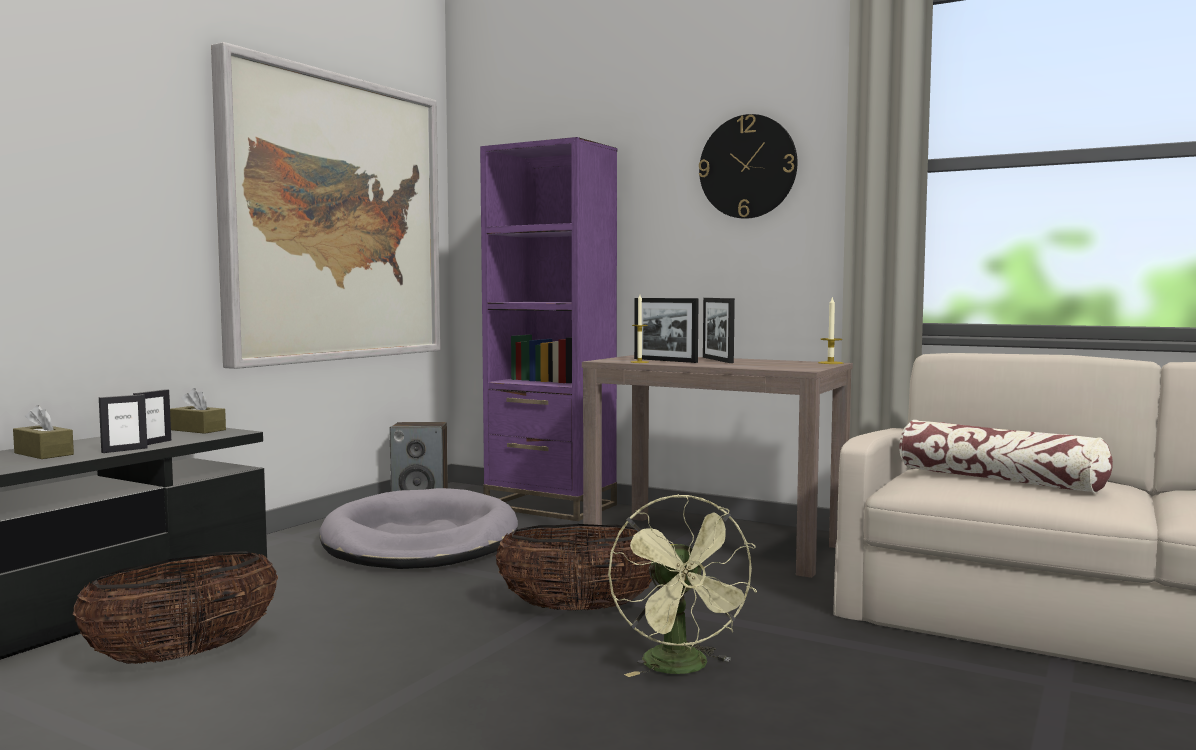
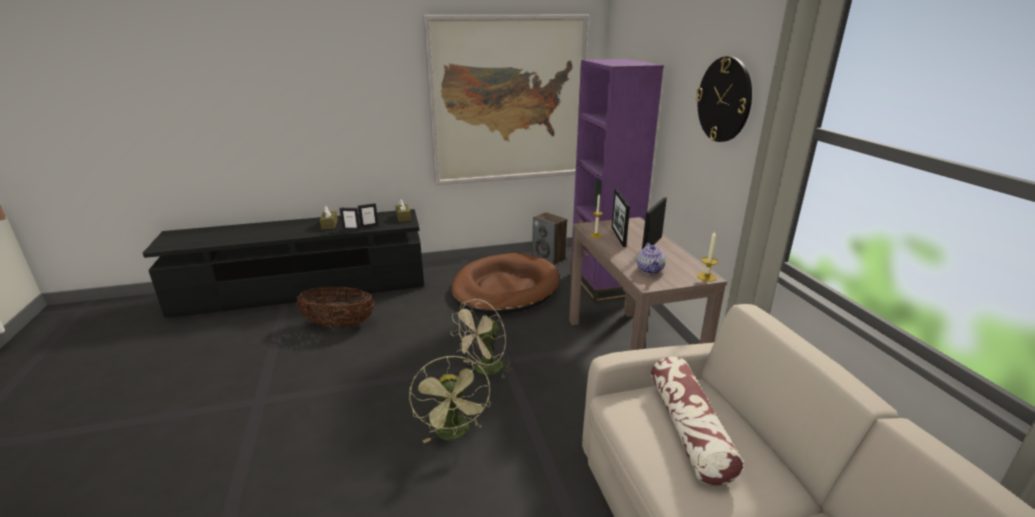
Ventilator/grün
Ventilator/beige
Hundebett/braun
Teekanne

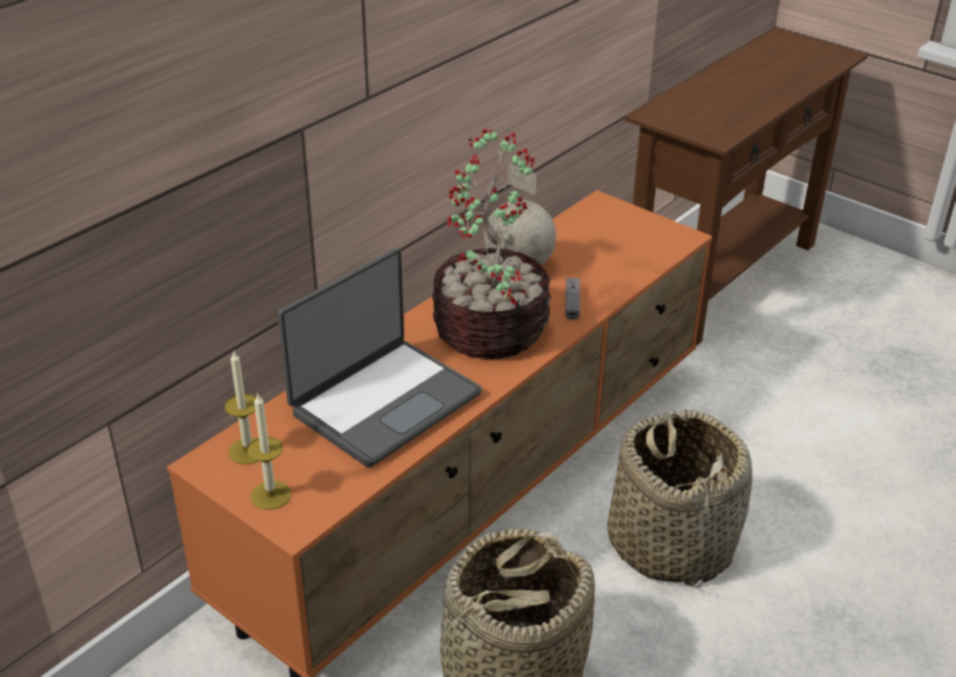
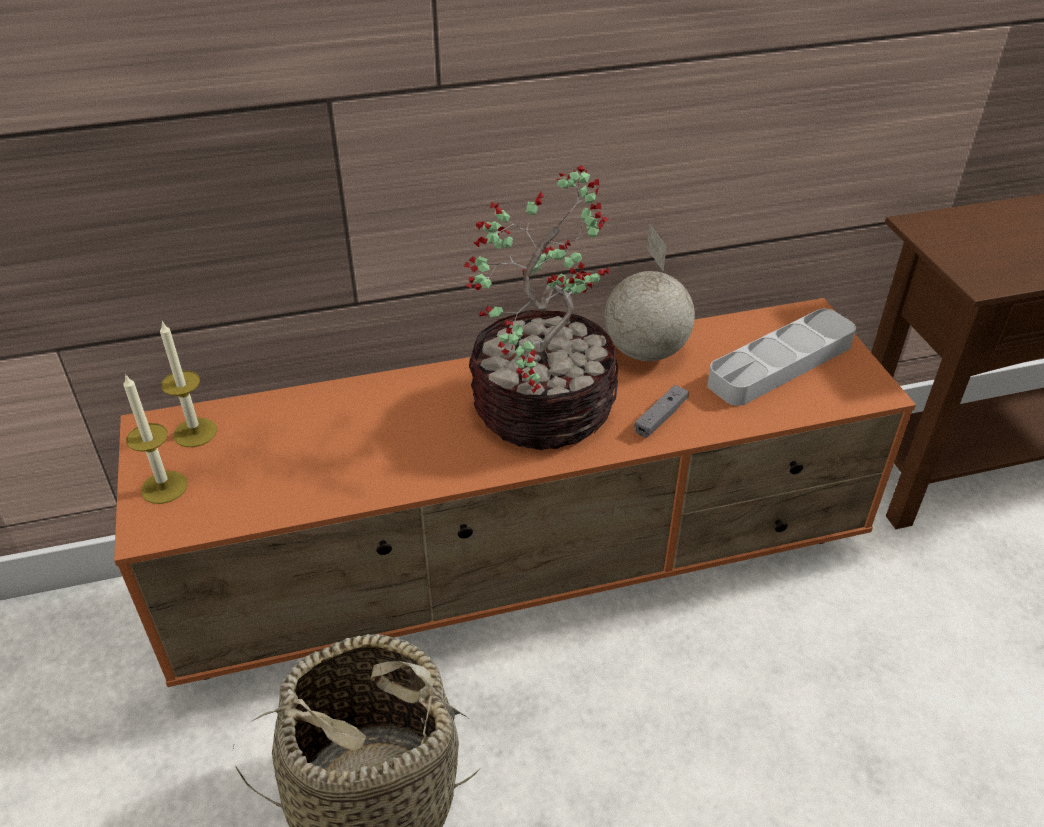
Tablett/grau
Laptop
Korb (2nd from left in the first image)

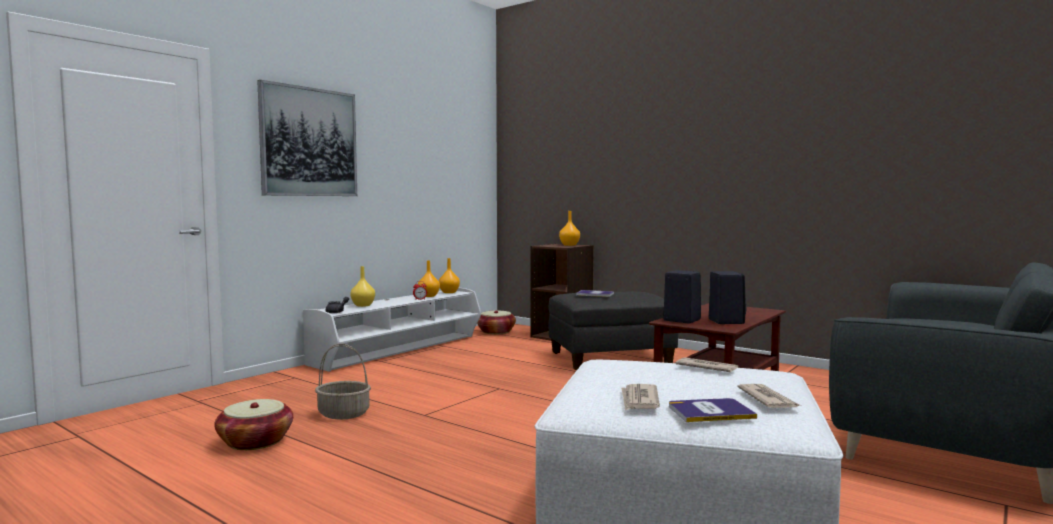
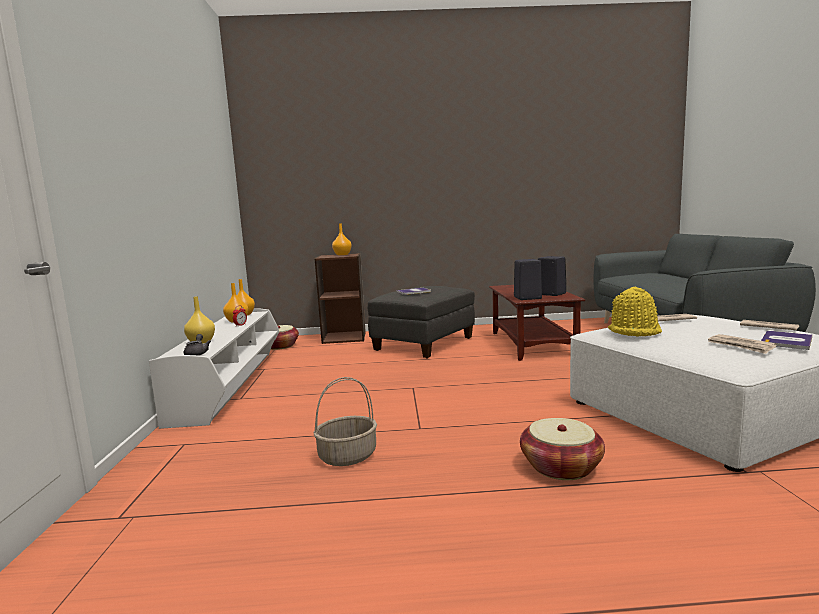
Korb (3rd from left)
Hut/gelb
Bild

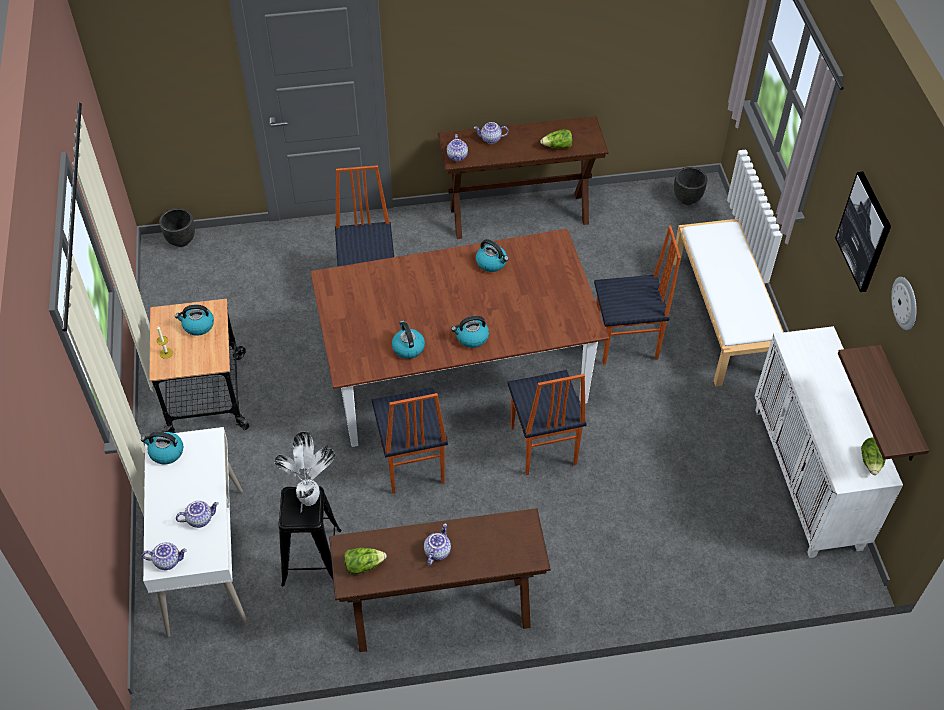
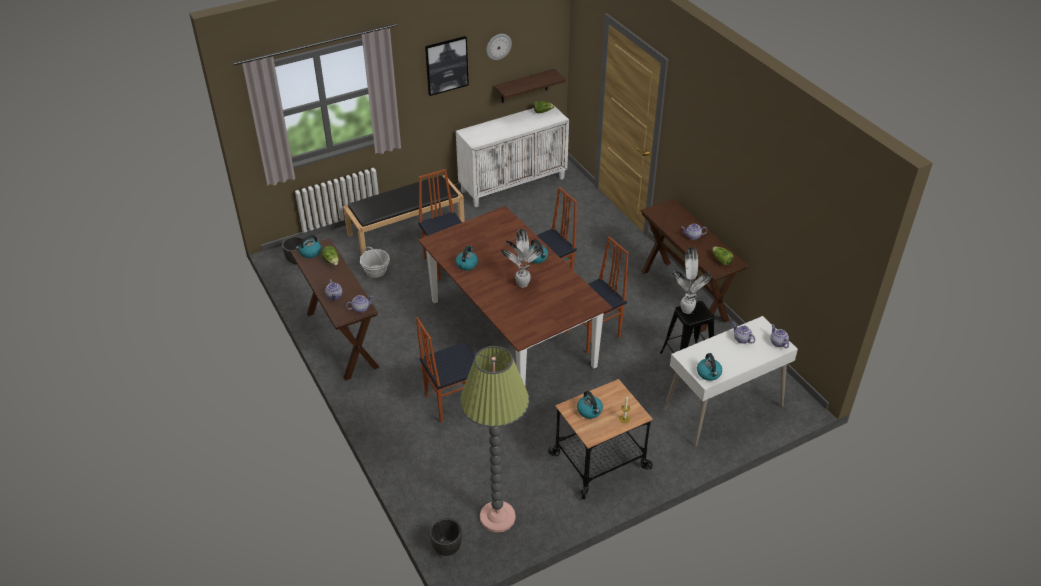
Wasserkessel (1st from left)
Bank/schwarz
Korb
Stehlampe
Topfpflanze (1st from left)

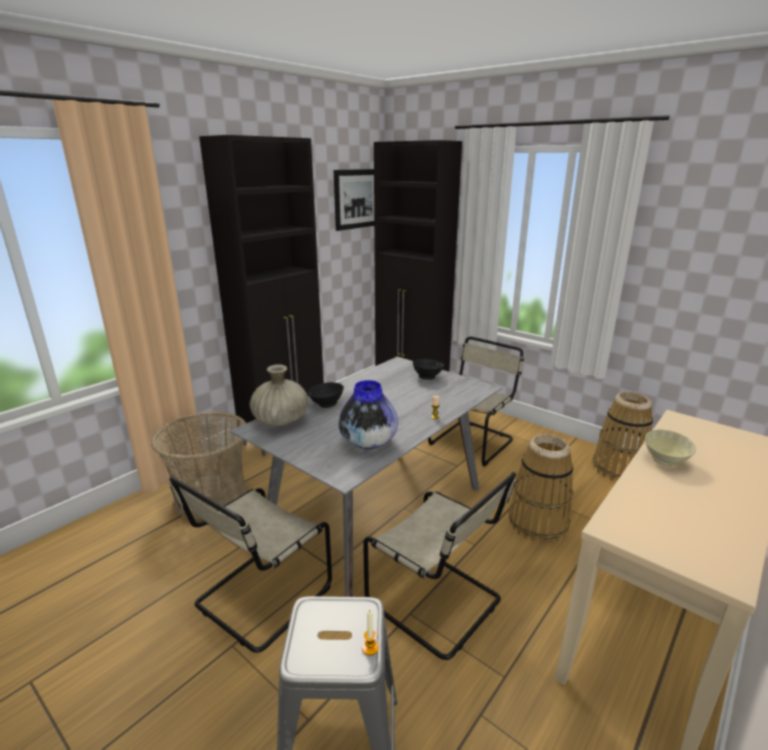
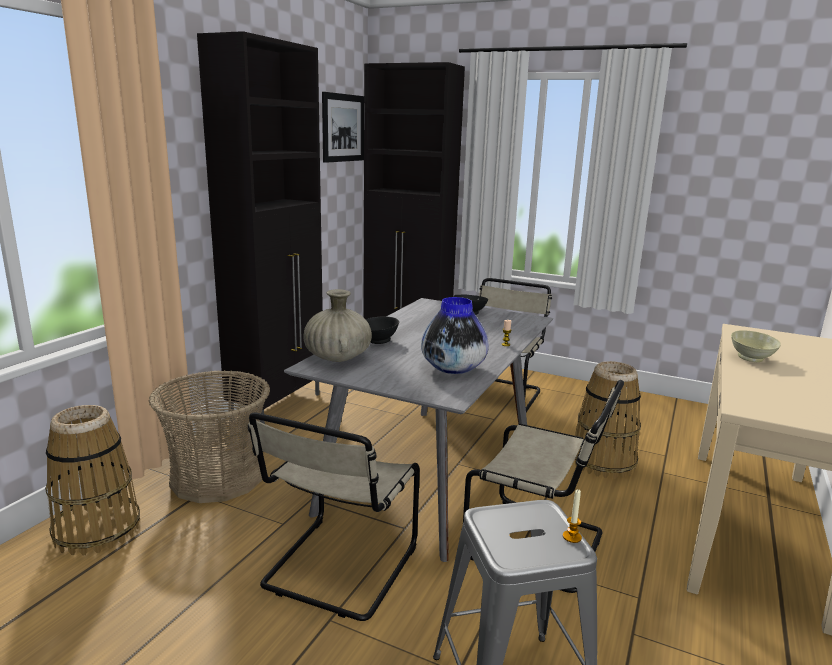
Korb (1st from left)

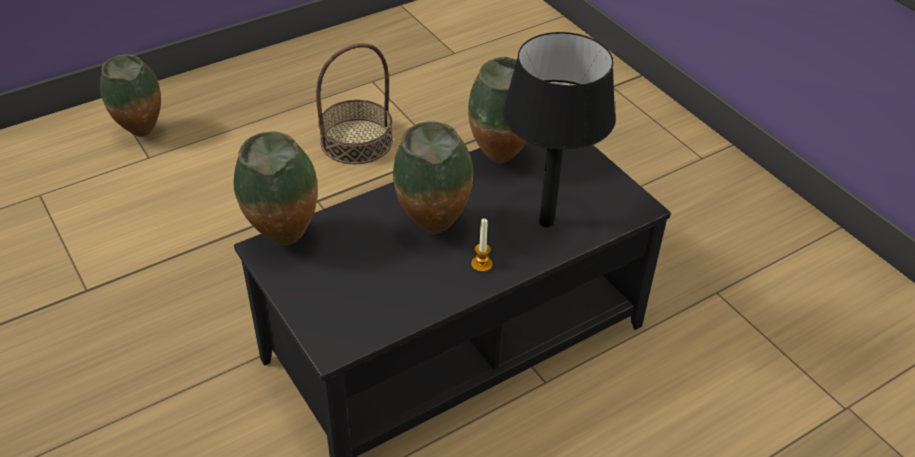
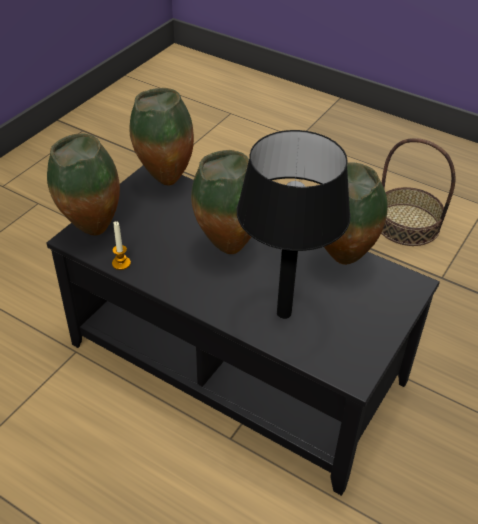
Vase (1st from left)
Kerze

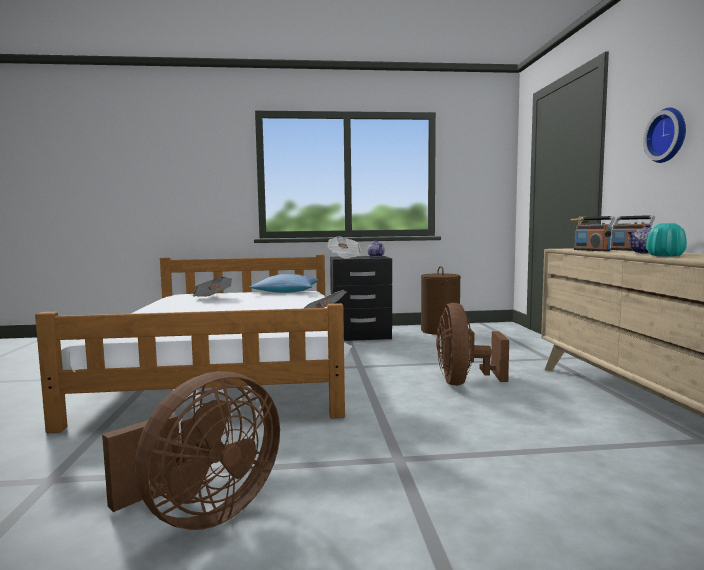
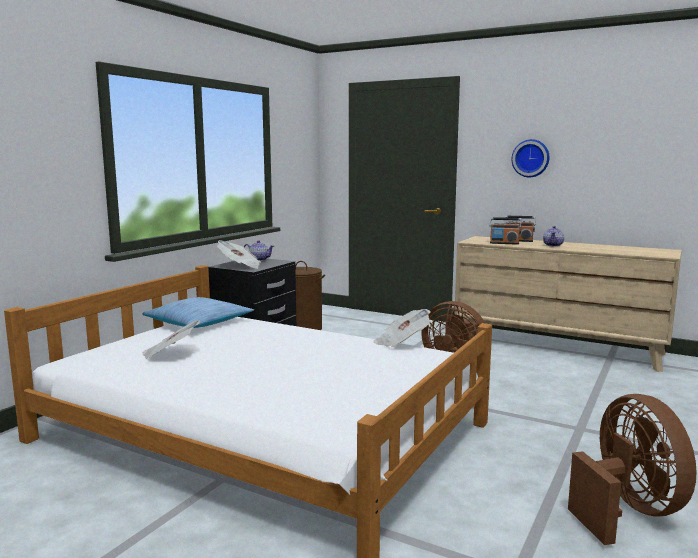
Vase/türkis

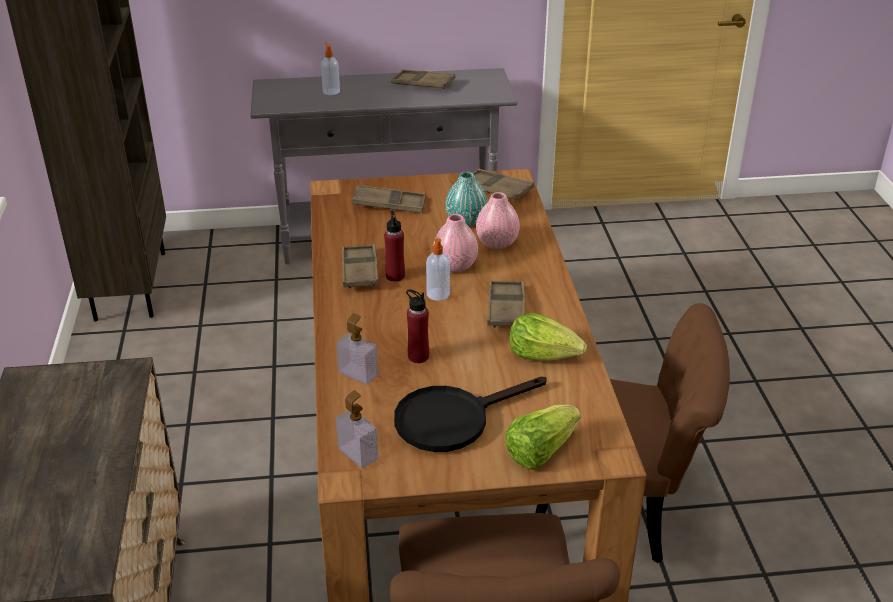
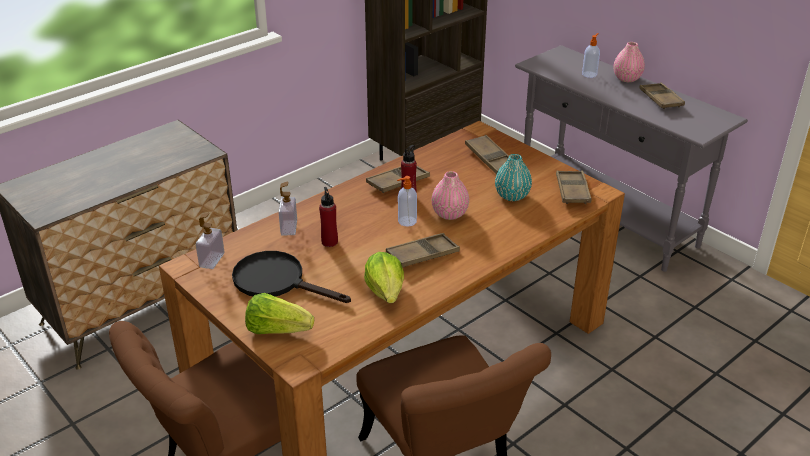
Vase/rosa (2nd from left)

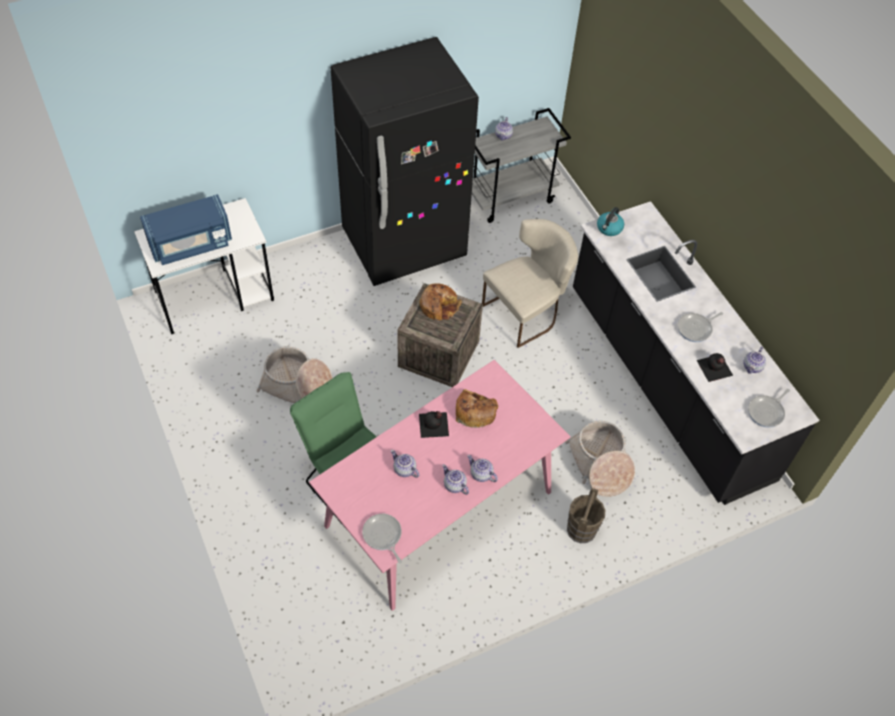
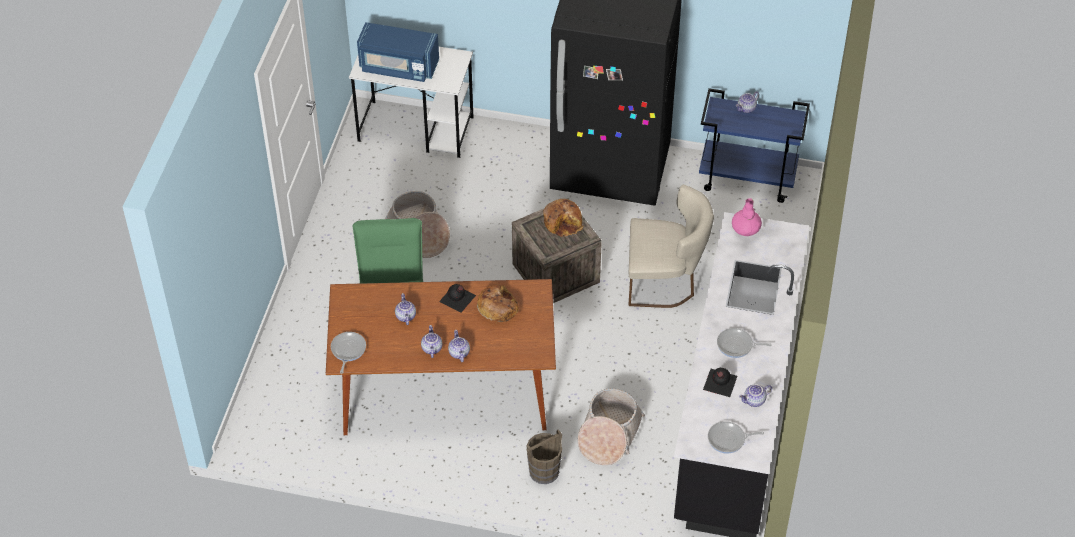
Esstisch/braun
Rollwagen/blau
Vase/rosa

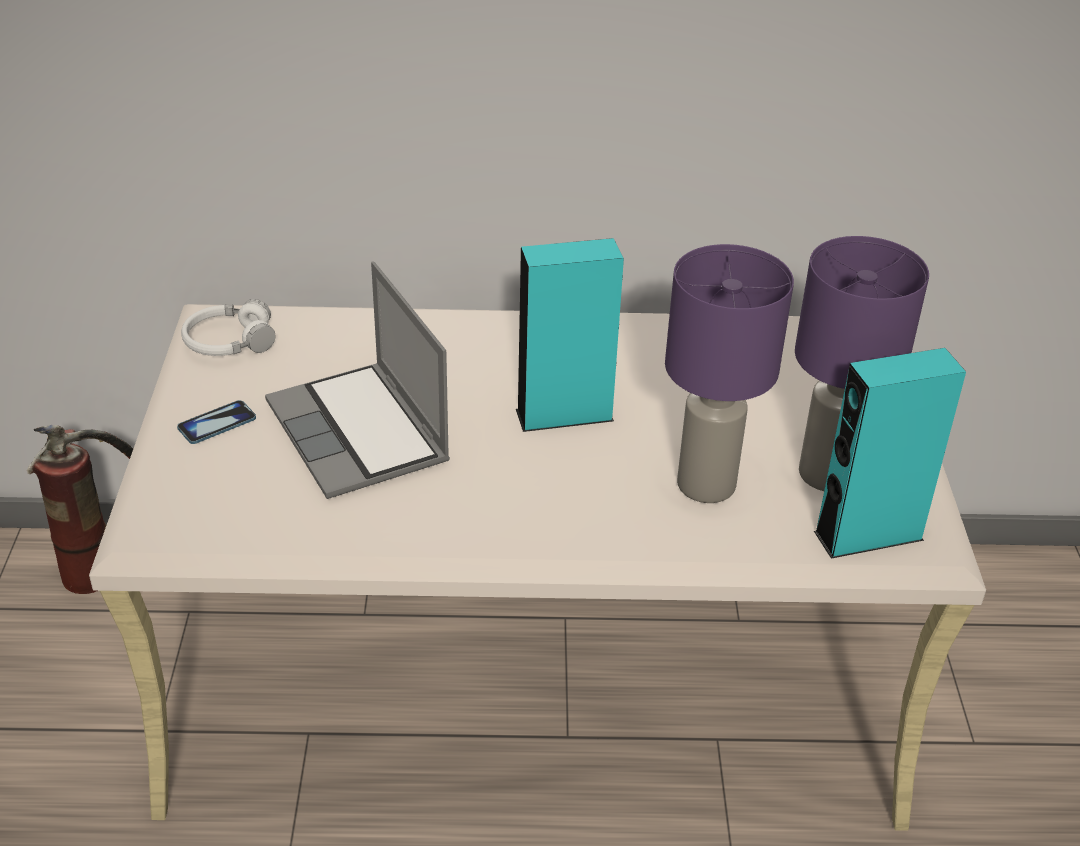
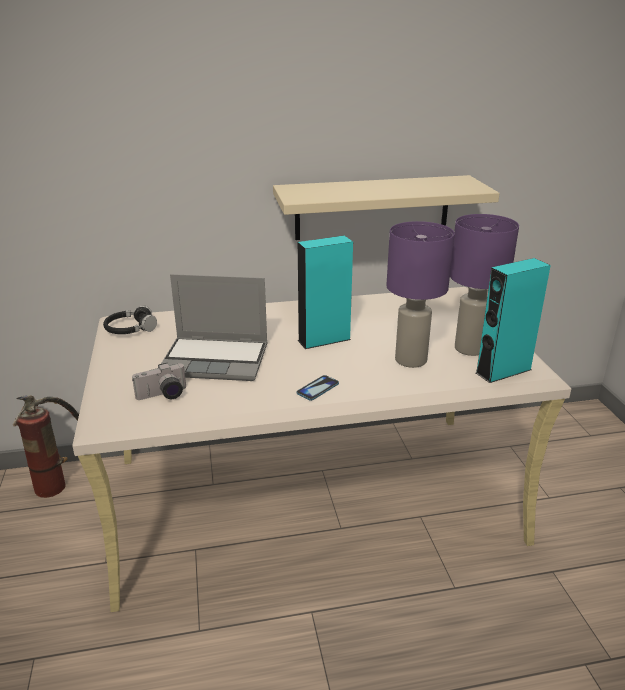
Kopfhörer/schwarz
Kamera
Laptop
Wandregal/beige
Handy

